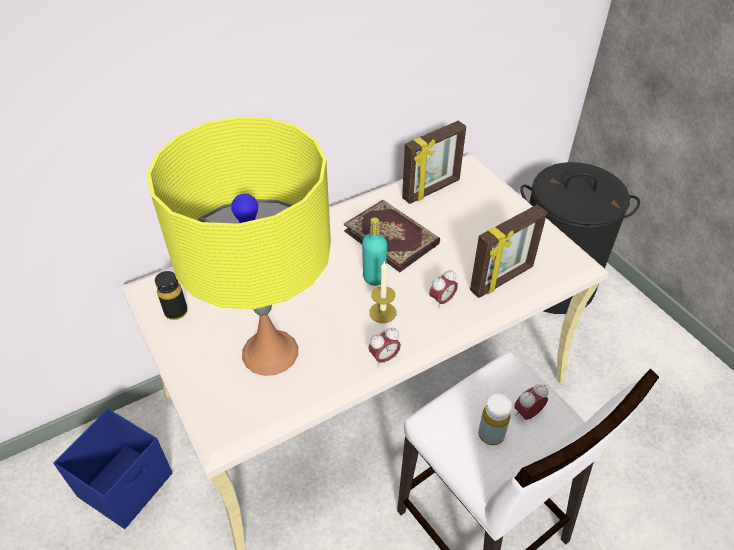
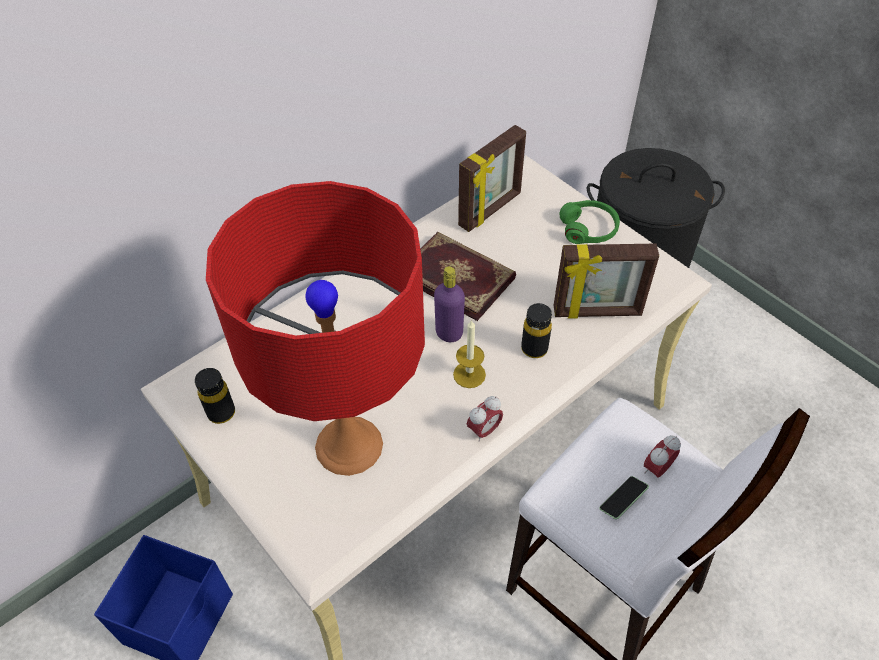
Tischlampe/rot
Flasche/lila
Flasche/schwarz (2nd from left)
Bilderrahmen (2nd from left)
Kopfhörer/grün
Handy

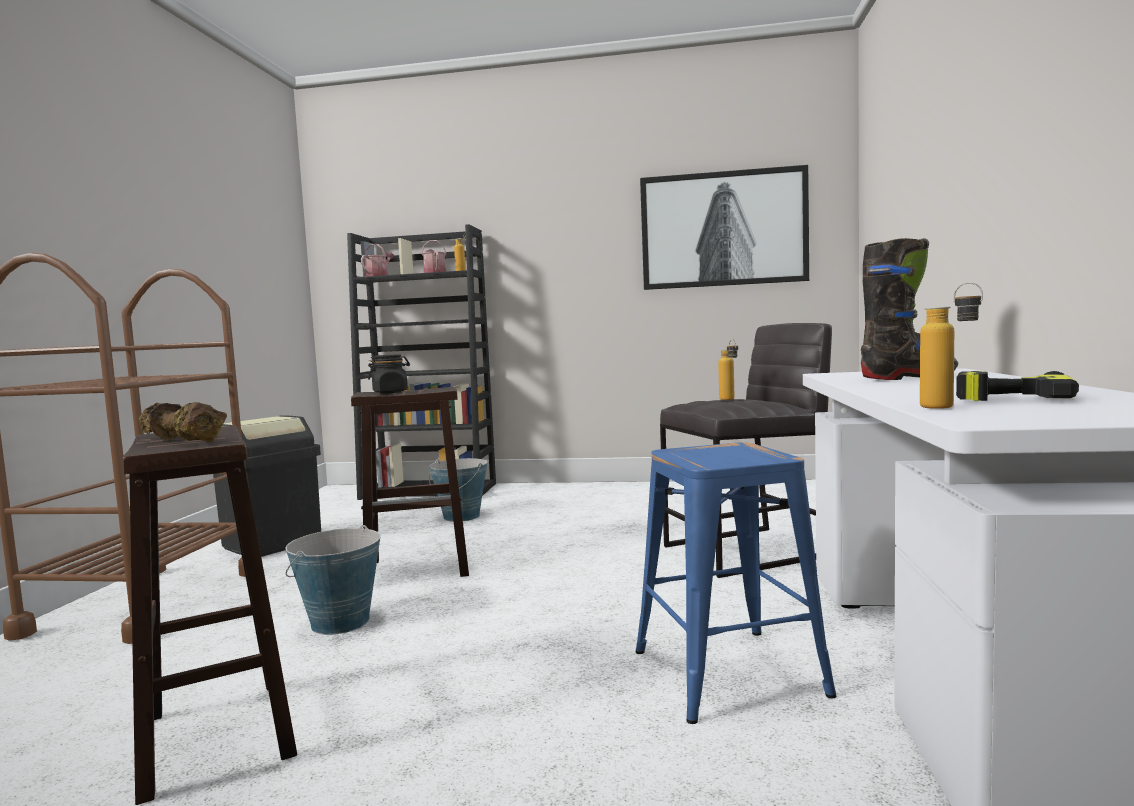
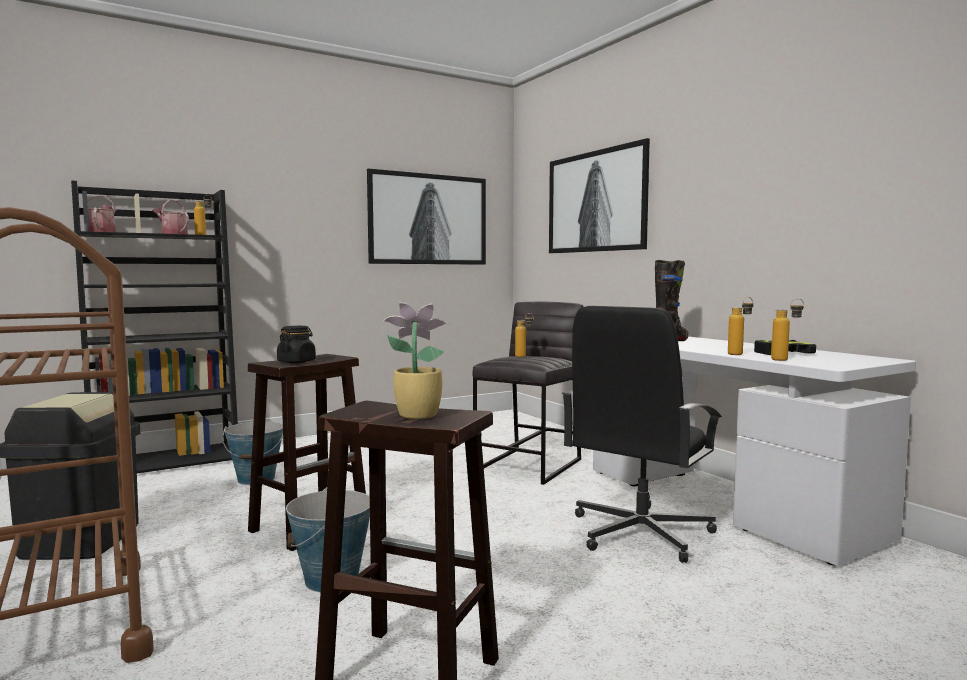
Topfpflanze
Bild (2nd from left)
Bürostuhl/schwarz
Flasche (3rd from left)

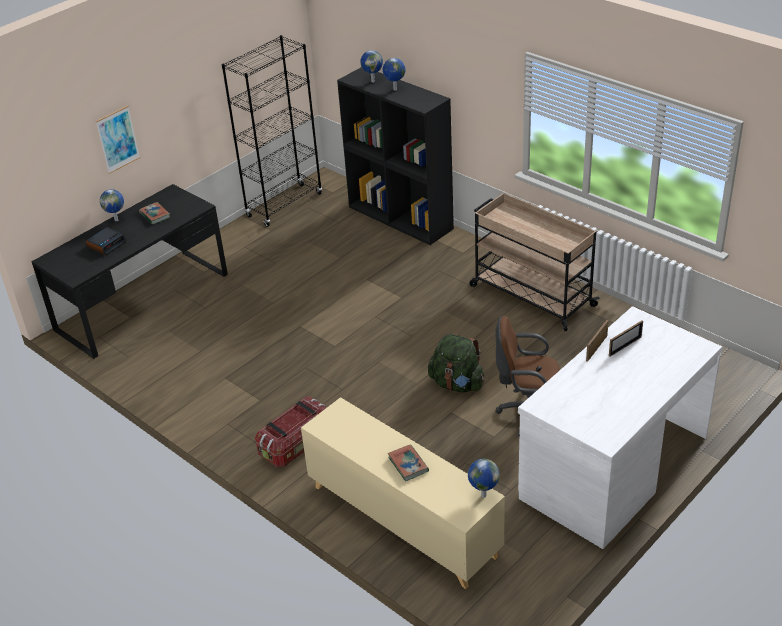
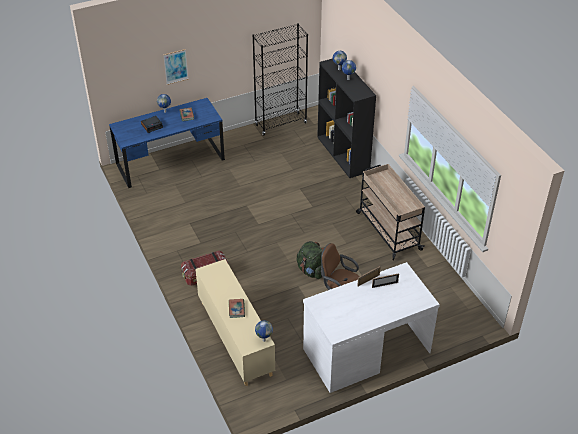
Schreibtisch/blau

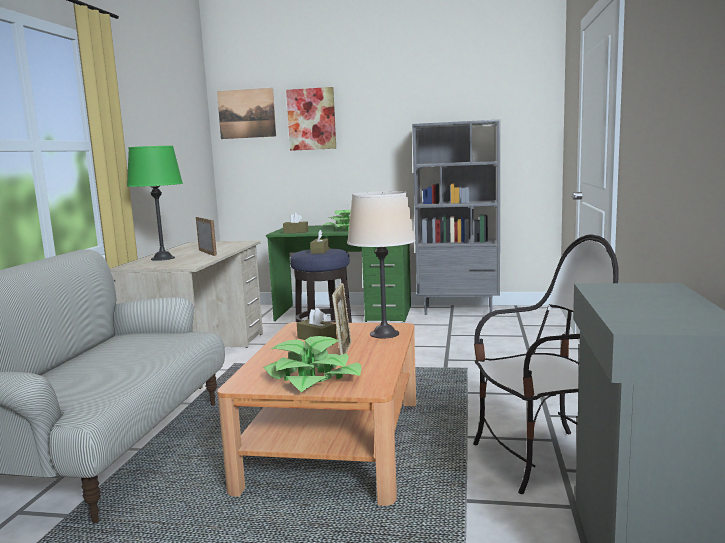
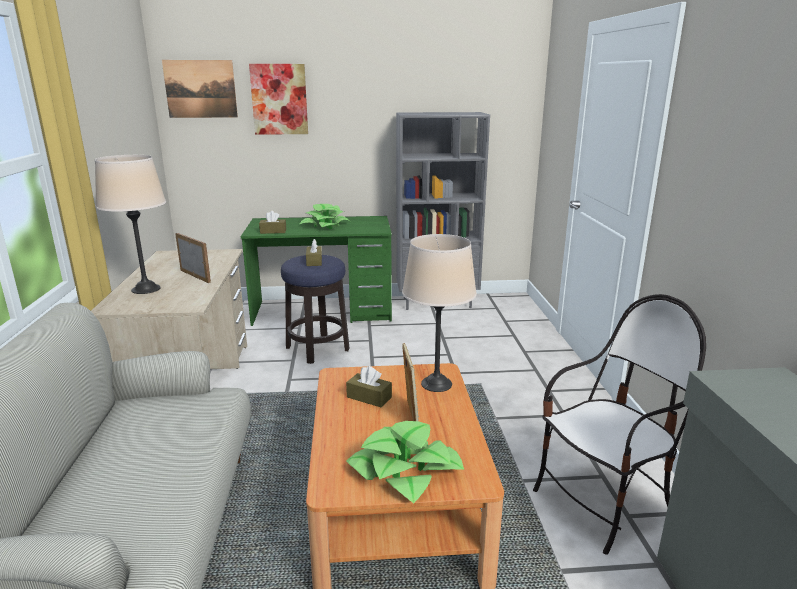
Tischlampe/beige (1st from left)

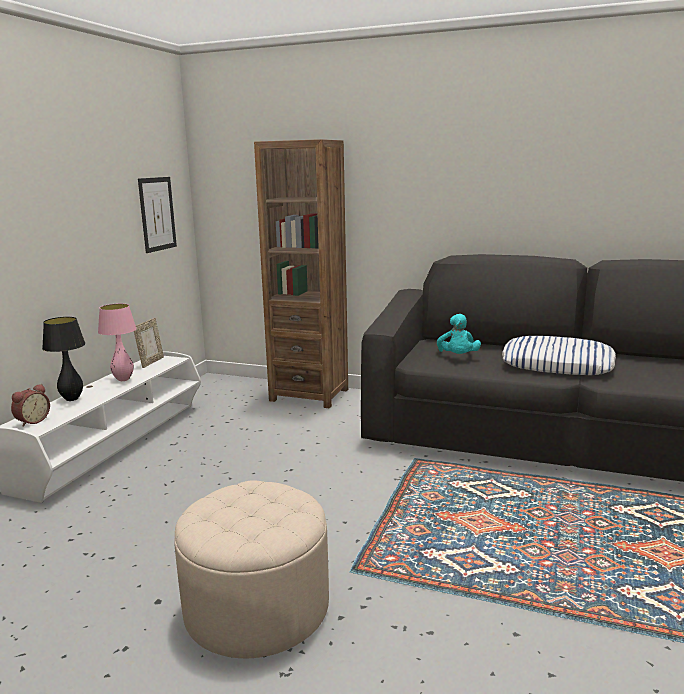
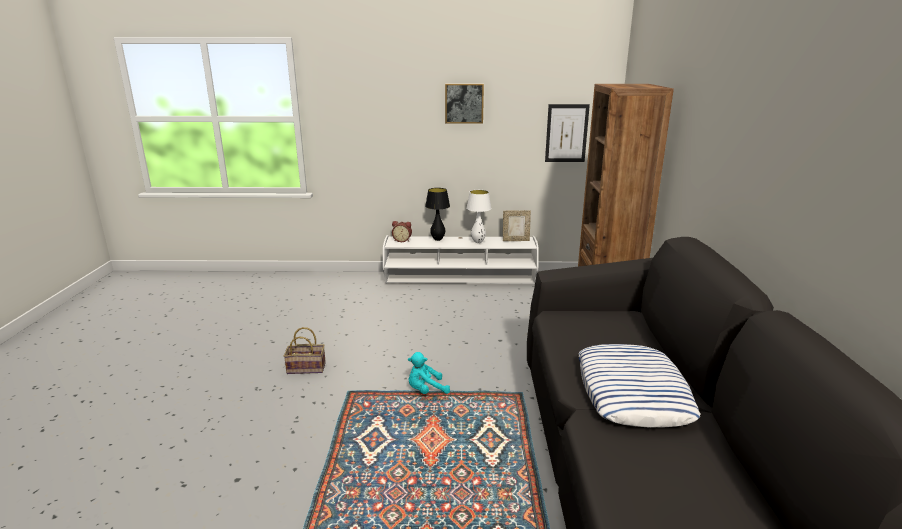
Korb
Plüschtier/türkis
Bild (1st from left)
Tischlampe/weiß

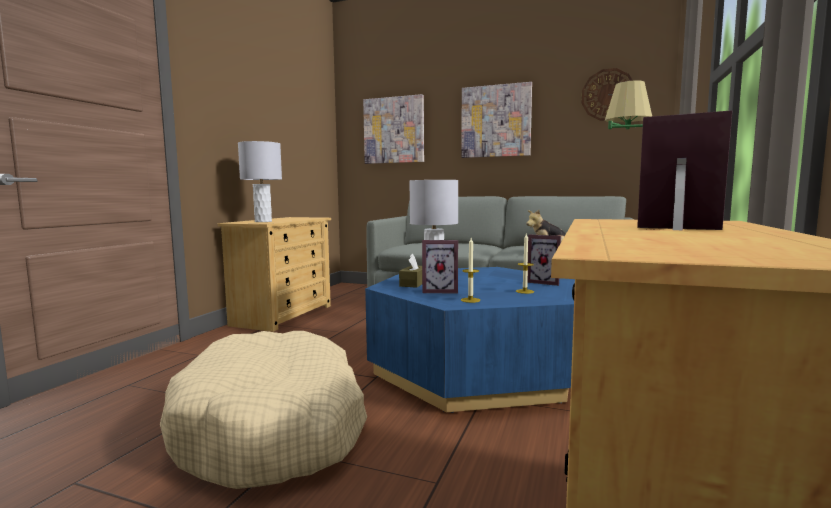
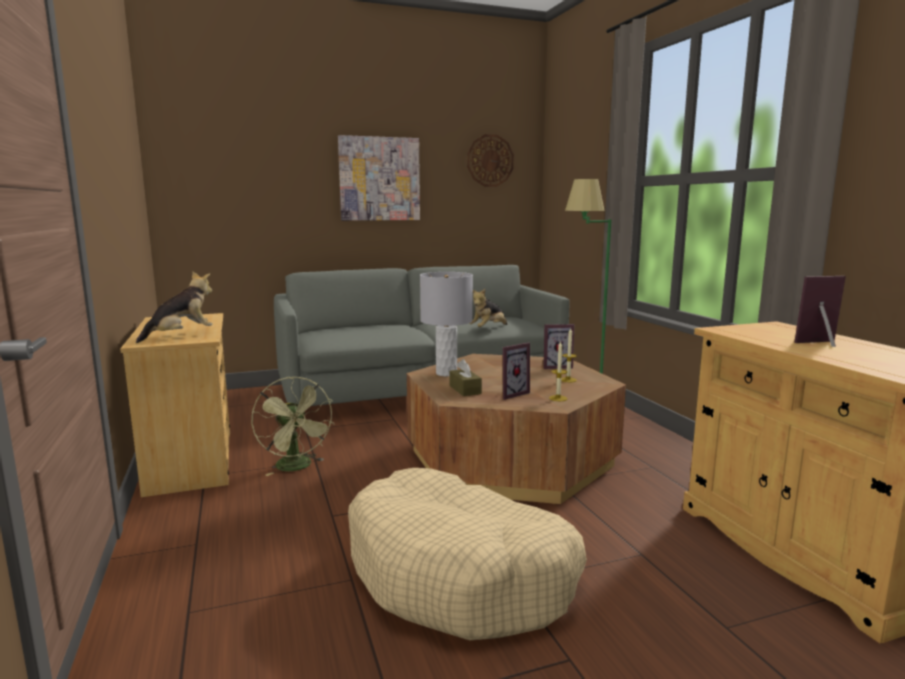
Plüschtier (1st from left)
Ventilator/grün
Couchtisch/braun
Bild (1st from left in the first image)

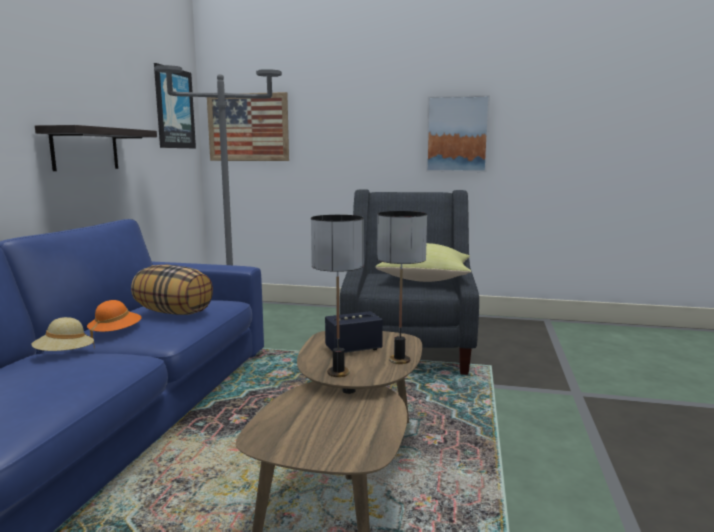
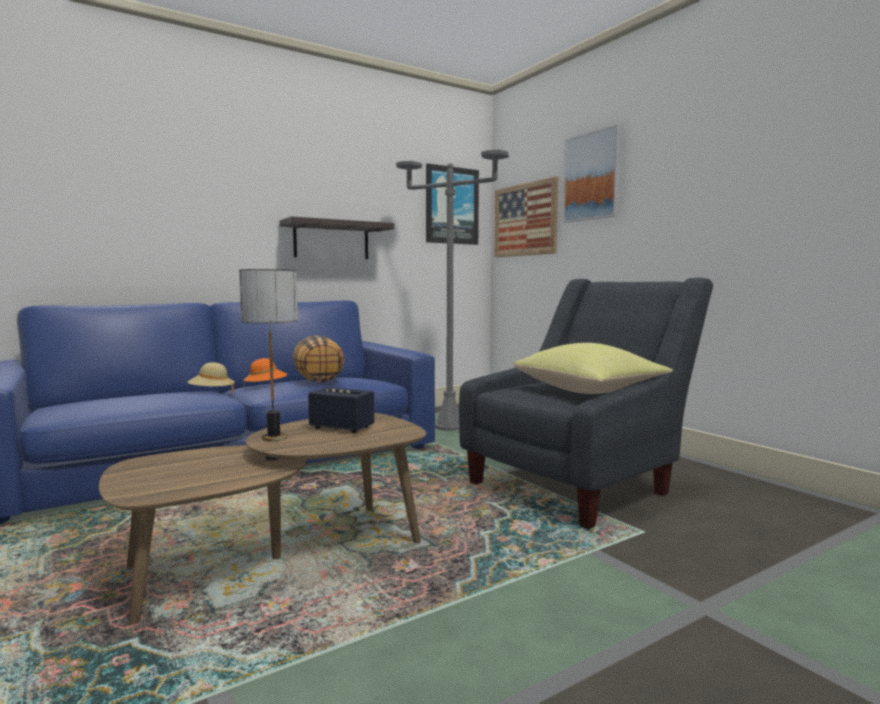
Bild (3rd from left)
Tischlampe (2nd from left in the first image)

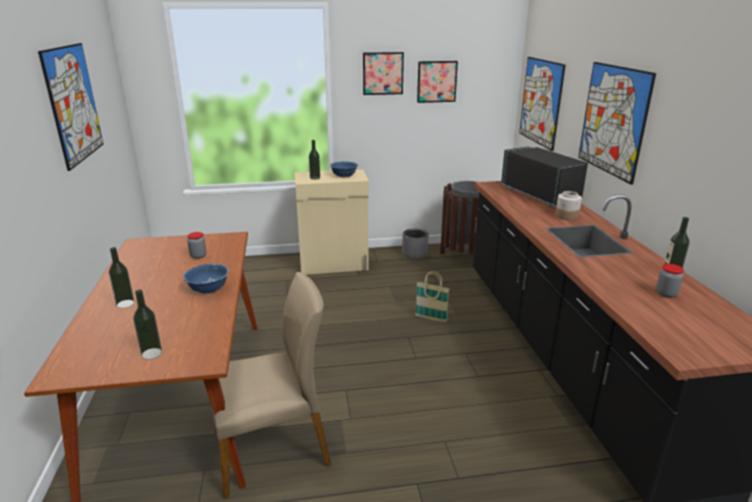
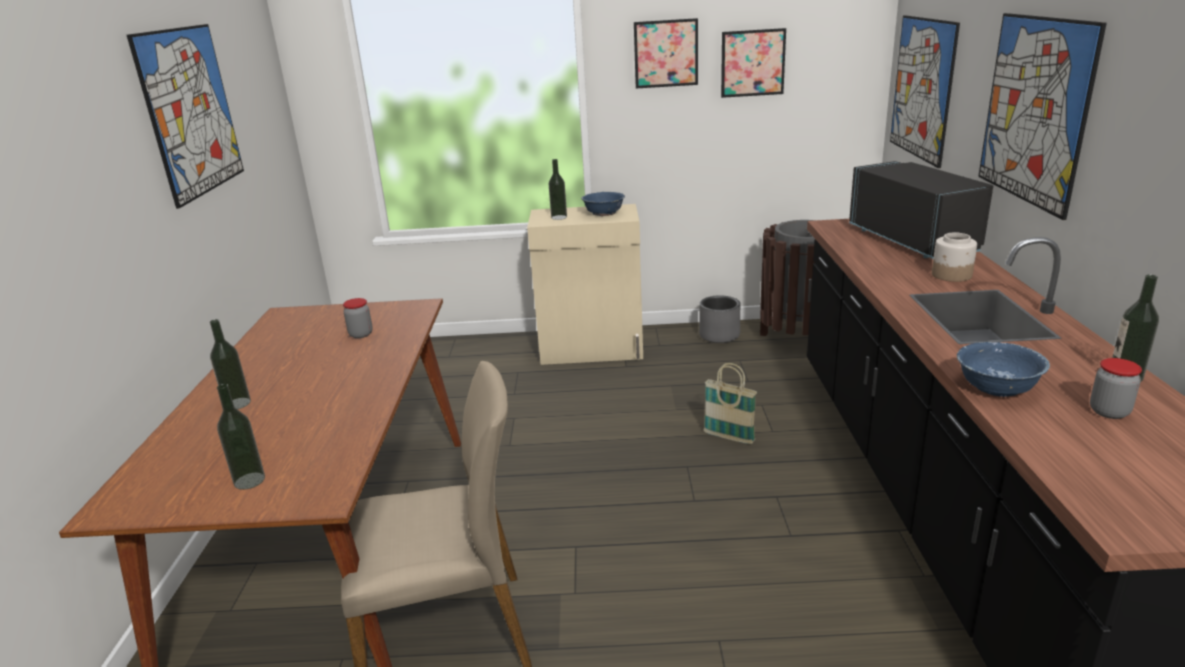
Schüssel/blau (2nd from left)

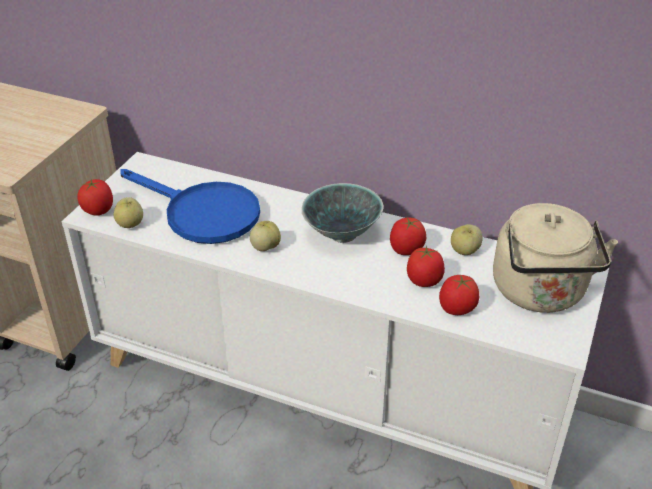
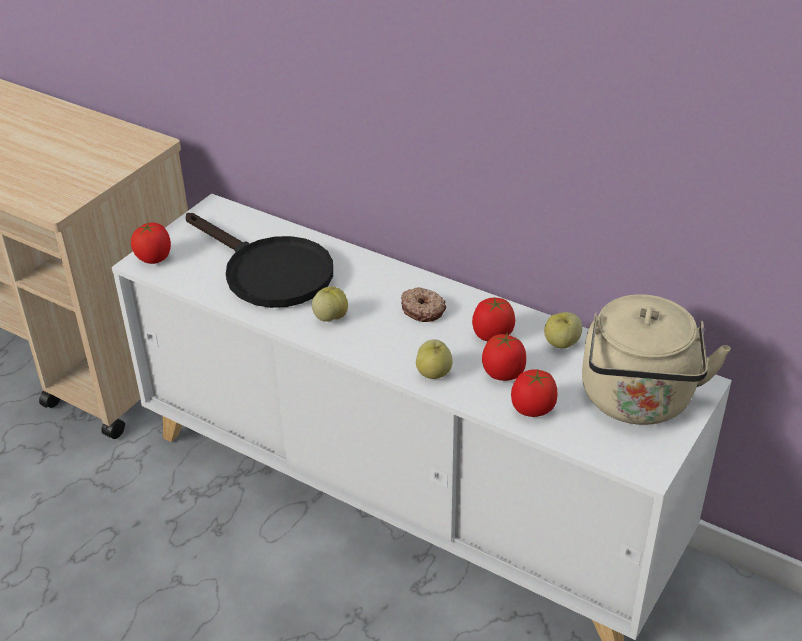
Pfanne/schwarz
Donut
Apfel (2nd from left)

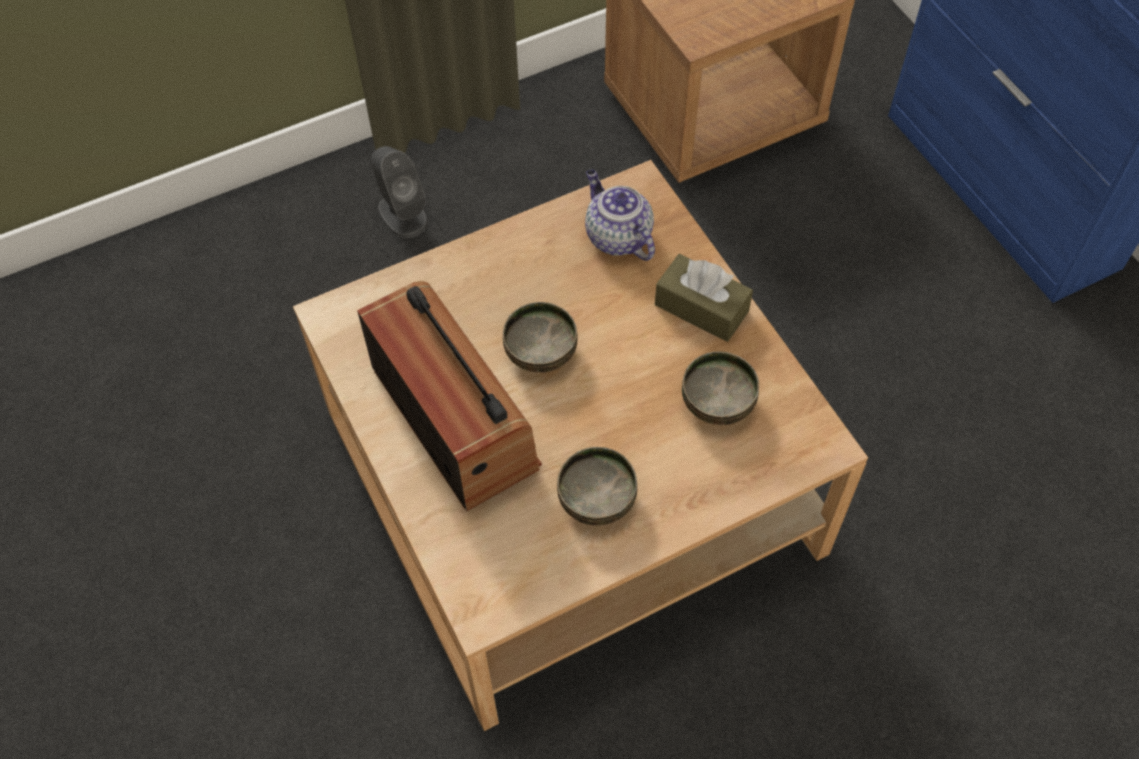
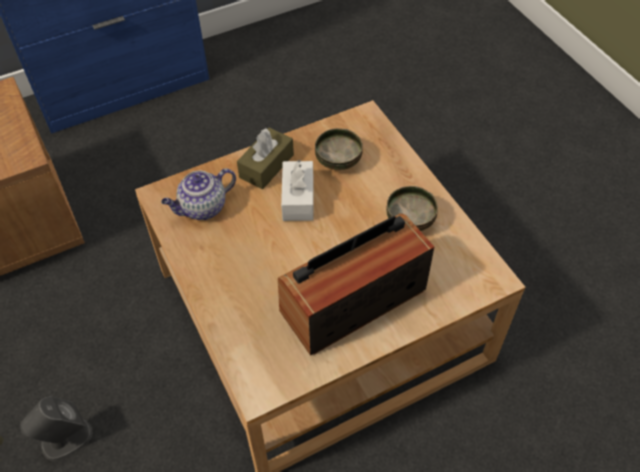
Taschentuchbox/weiß
Schüssel (1st from left in the first image)

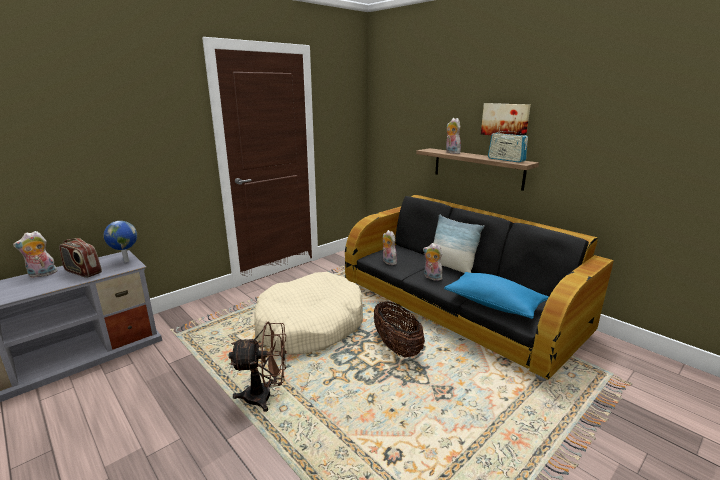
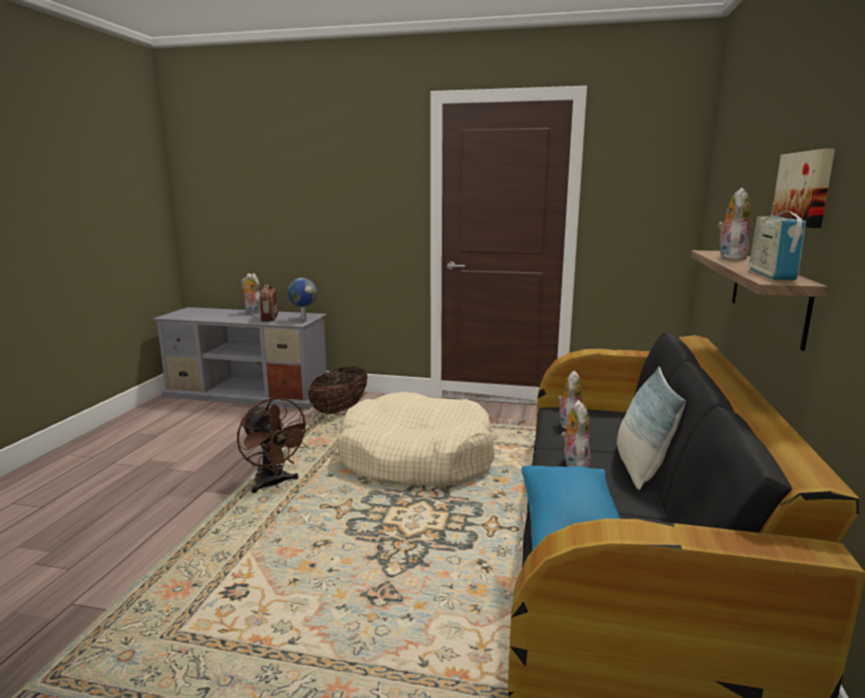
Korb

